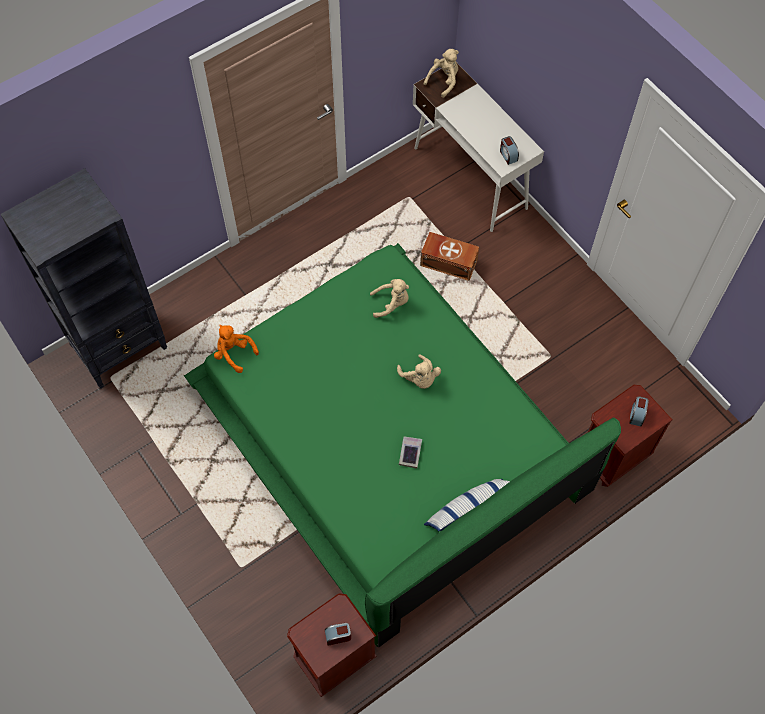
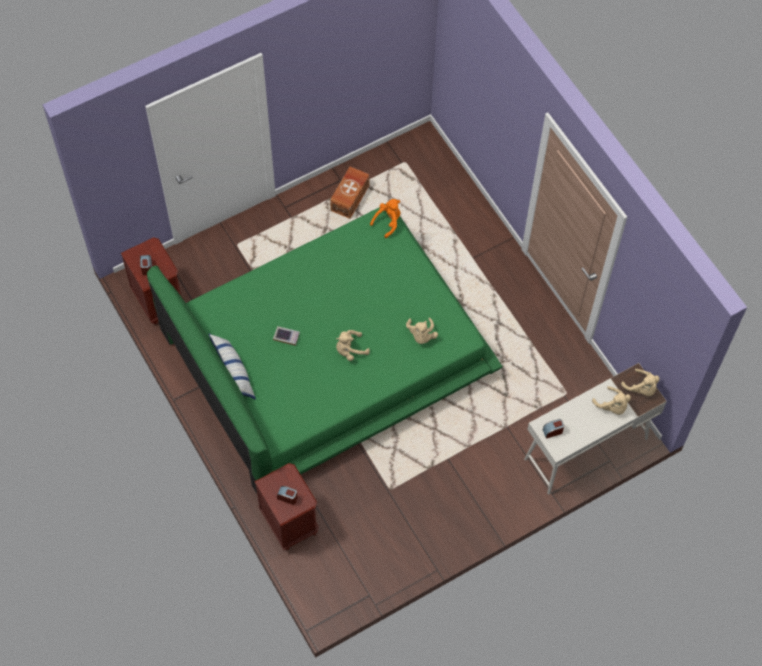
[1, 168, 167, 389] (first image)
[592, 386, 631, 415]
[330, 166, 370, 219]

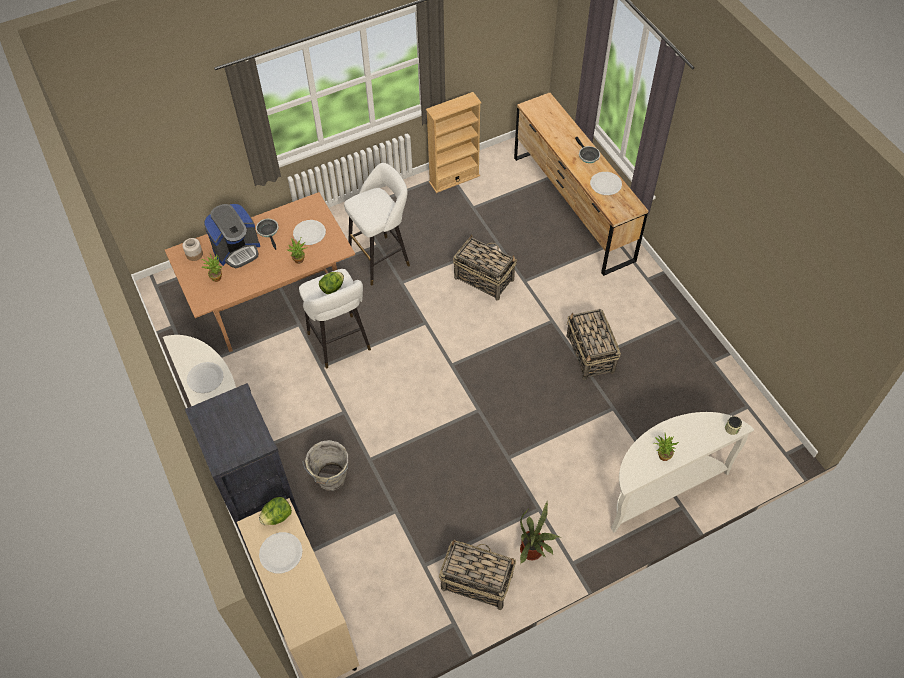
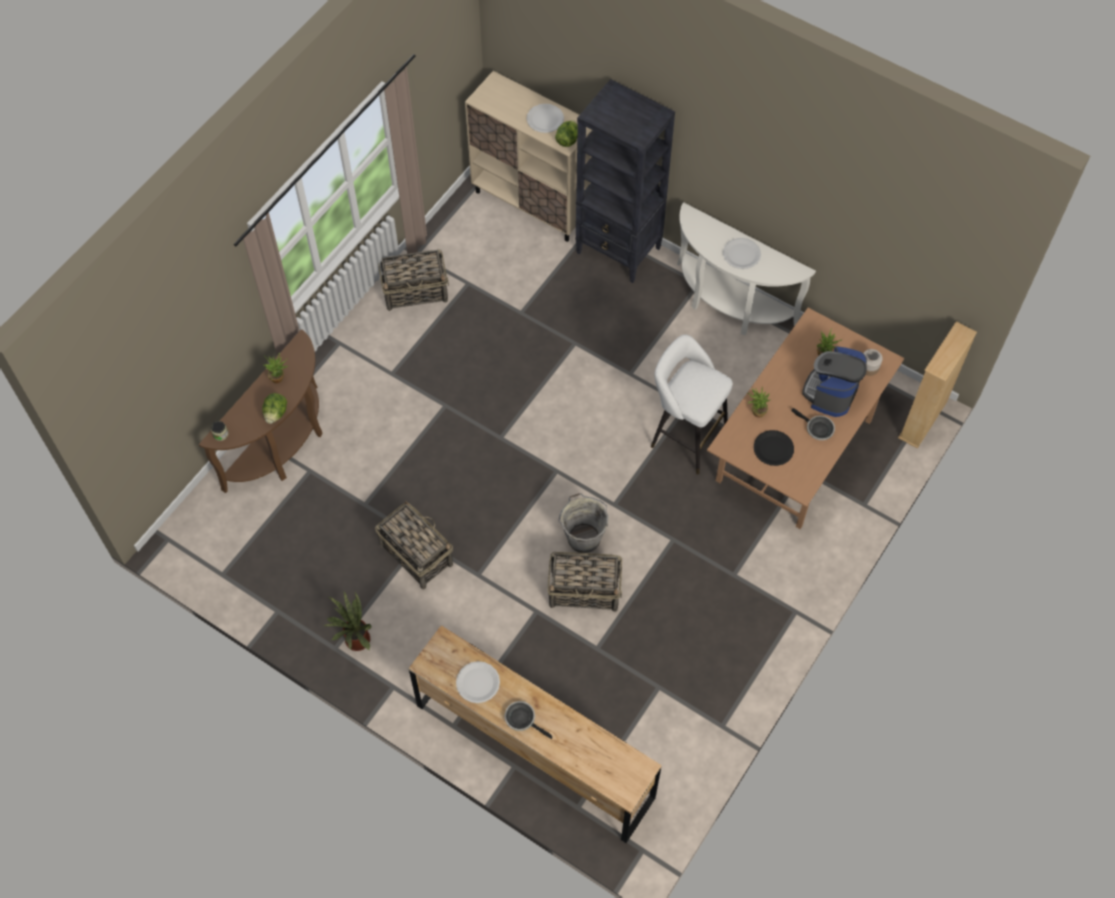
[344, 163, 410, 286] (first image)
[558, 493, 609, 553]
[262, 393, 287, 424]
[898, 321, 977, 449]
[324, 592, 372, 651]
[754, 430, 794, 466]
[199, 329, 323, 493]

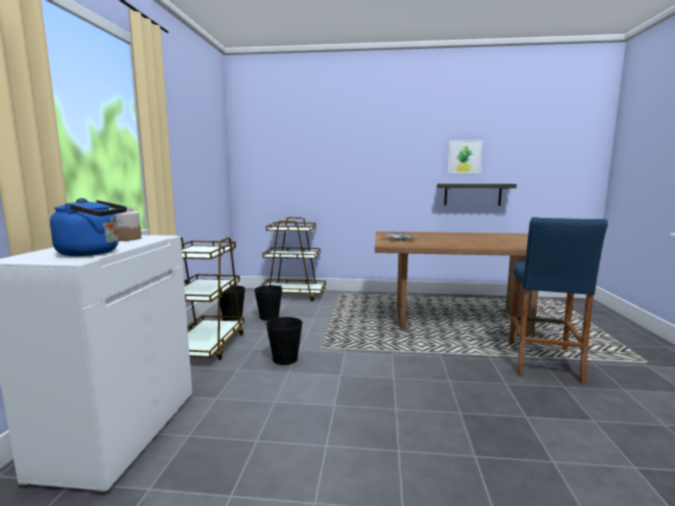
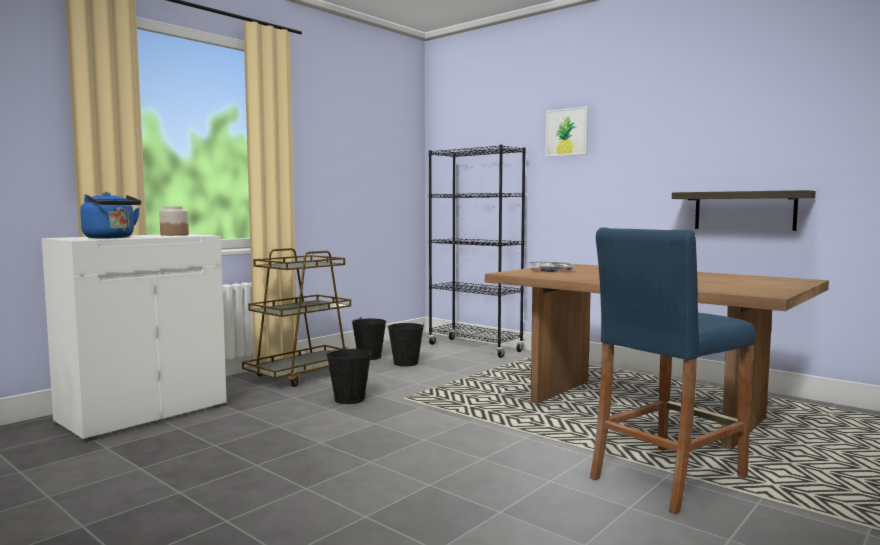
[545, 106, 589, 157]
[428, 145, 526, 358]

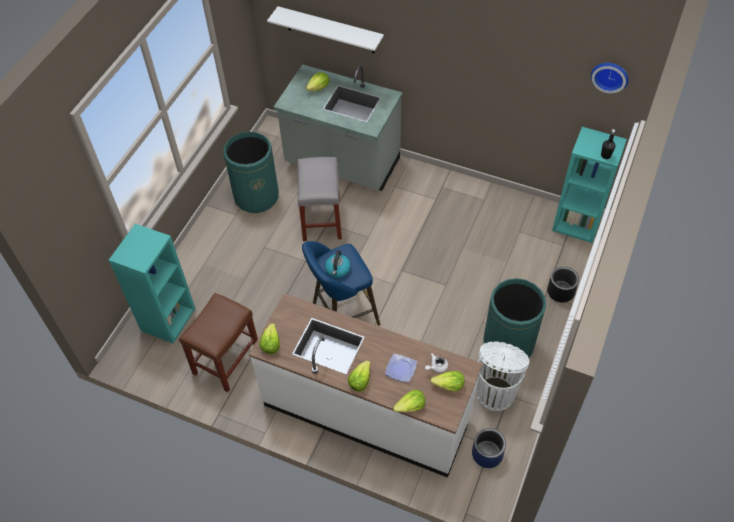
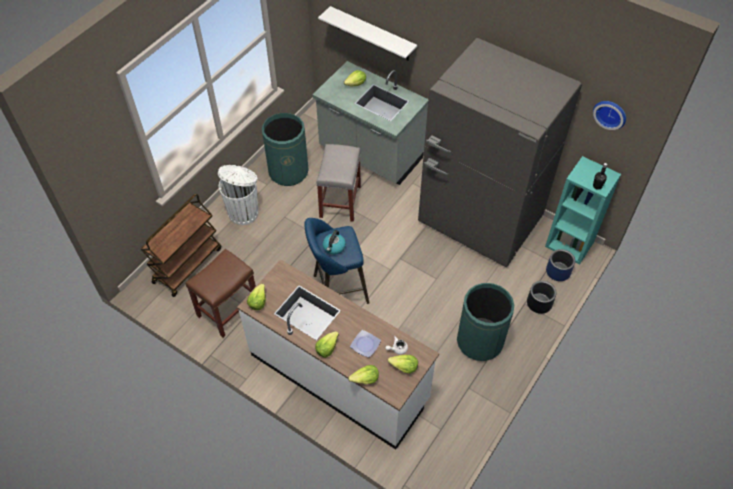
[418, 38, 582, 267]
[546, 249, 575, 281]
[218, 165, 258, 225]
[140, 194, 221, 297]

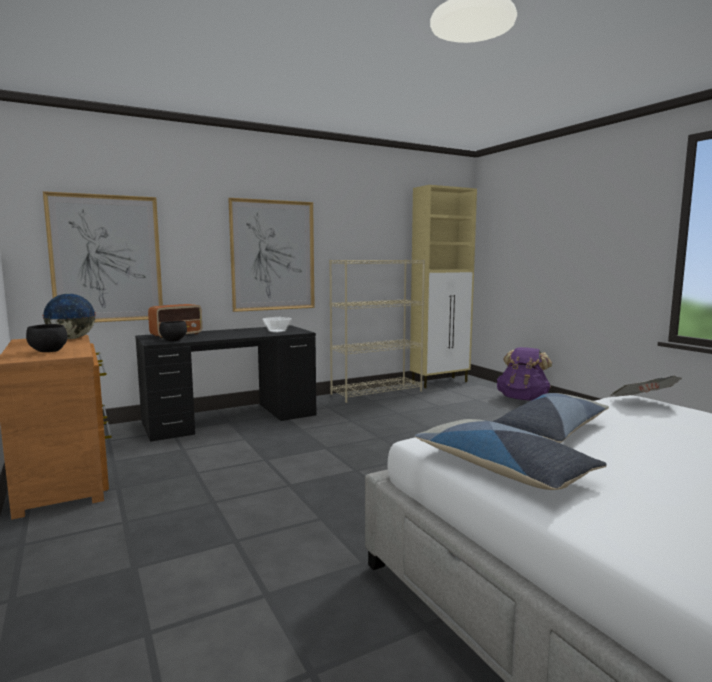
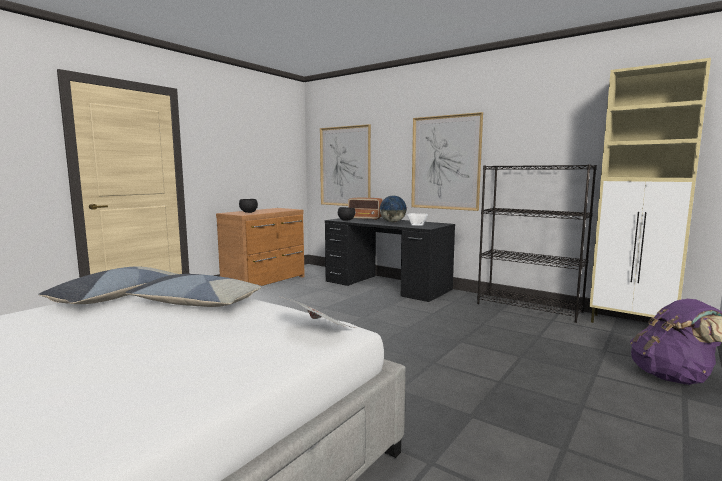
[379, 196, 407, 222]
[477, 164, 597, 323]

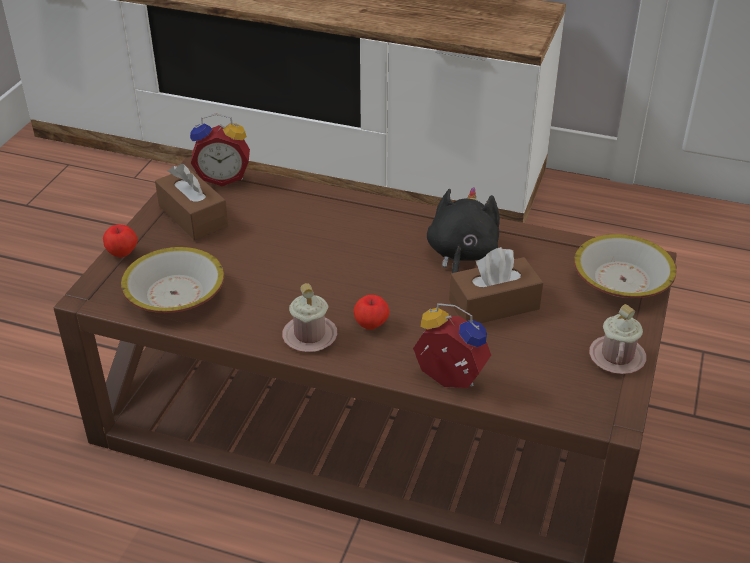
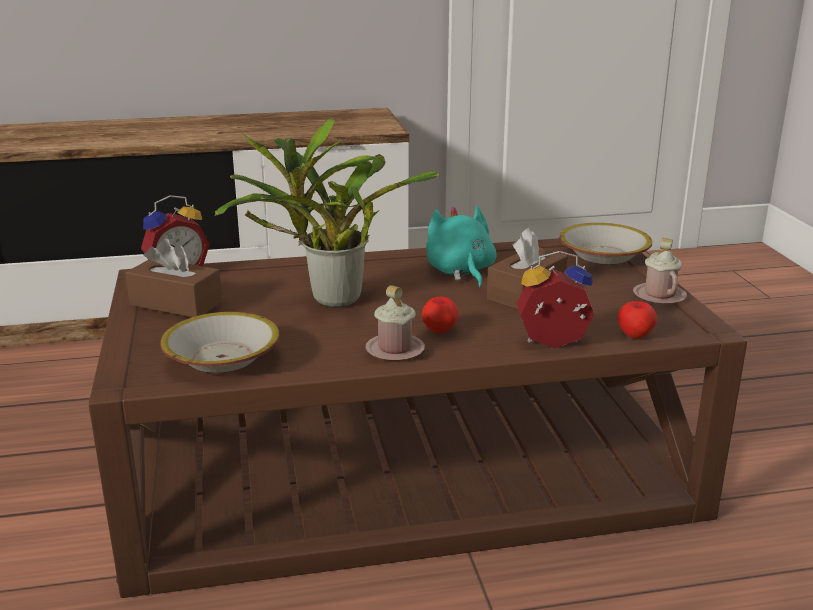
[215, 118, 439, 308]
[617, 301, 657, 338]
[426, 206, 497, 288]

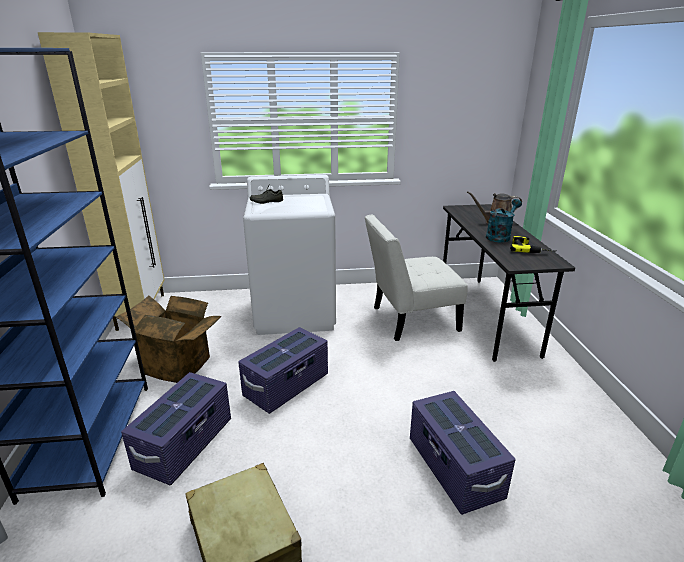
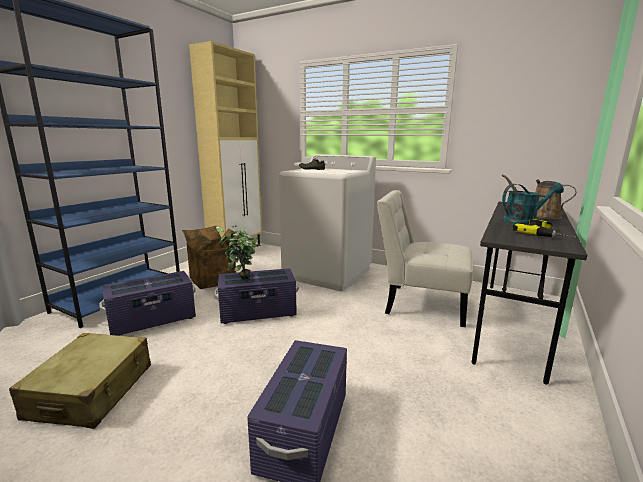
[216, 226, 261, 280]

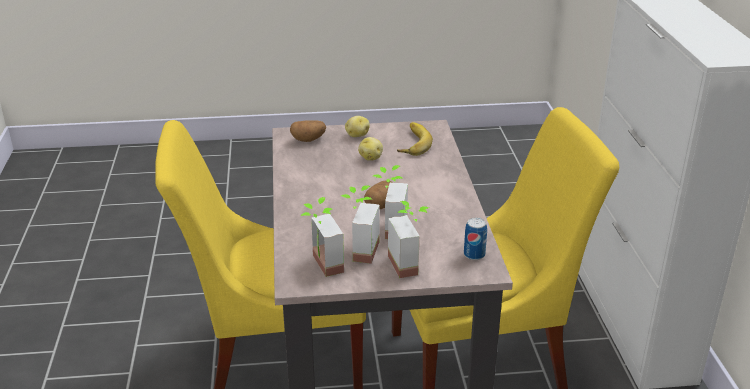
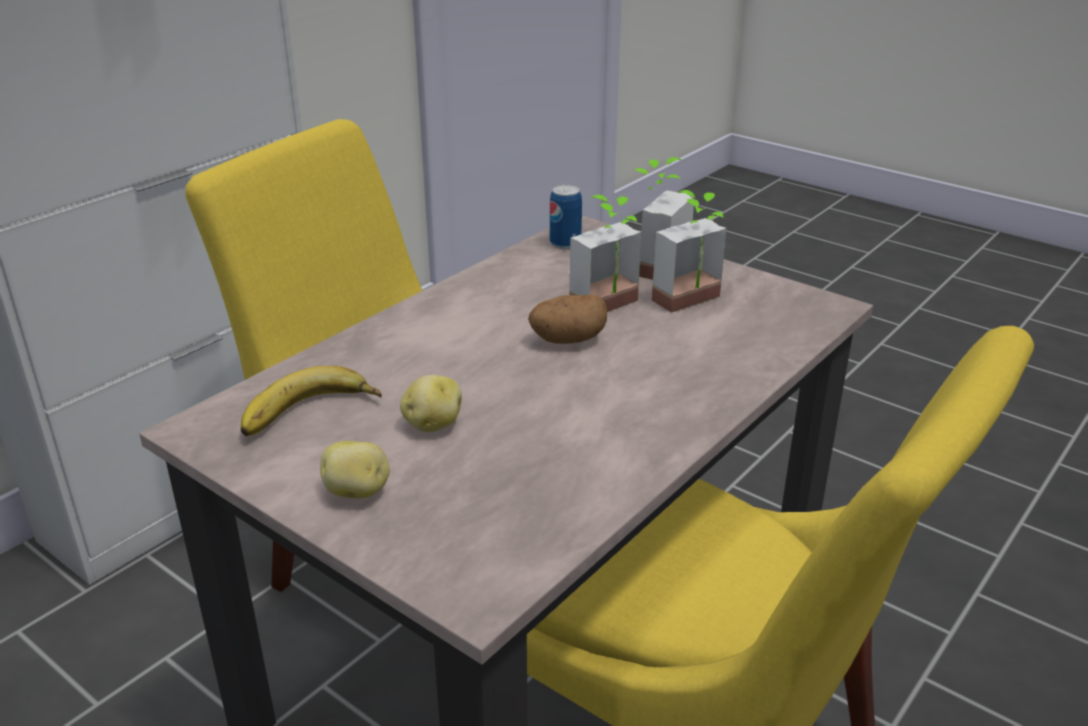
[290, 120, 326, 142] (first image)
[301, 197, 344, 277] (first image)

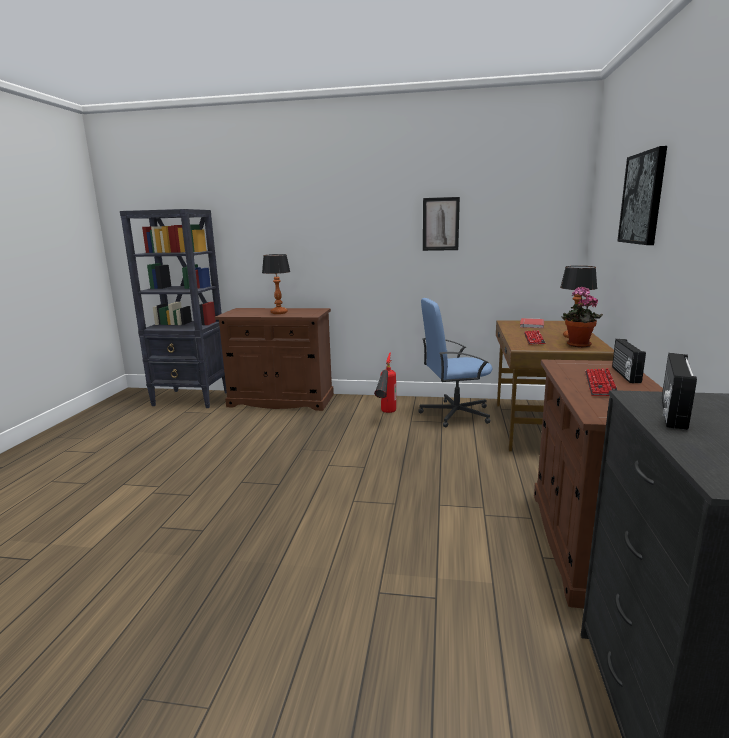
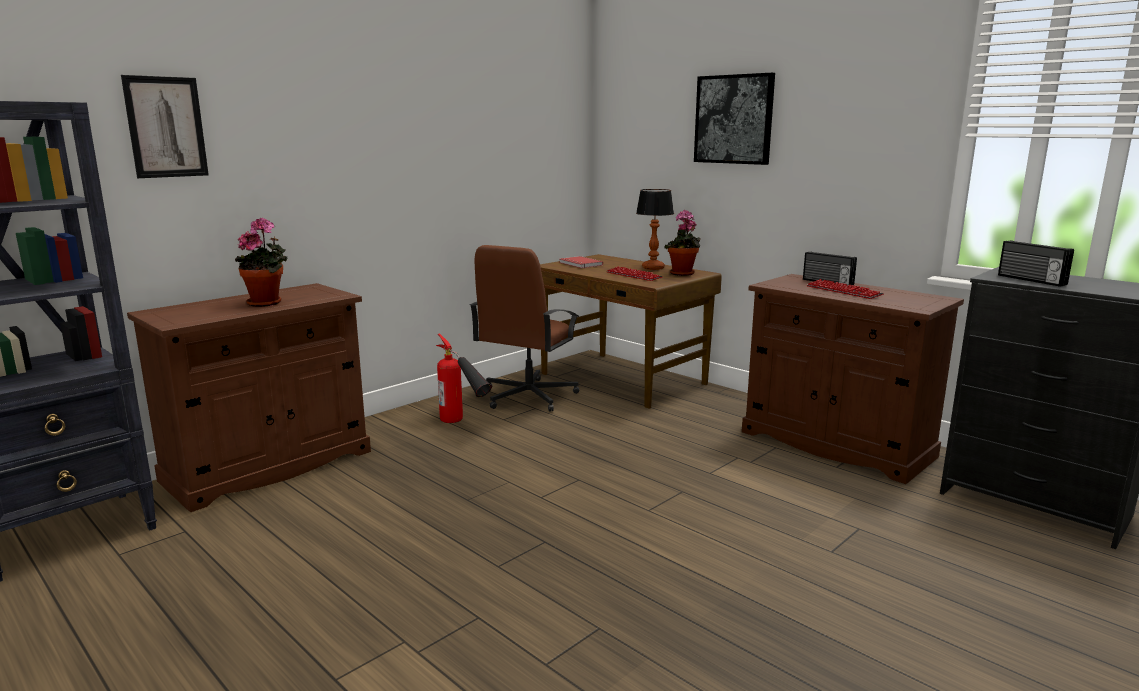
[121, 75, 209, 178]
[235, 218, 287, 307]
[470, 245, 579, 412]

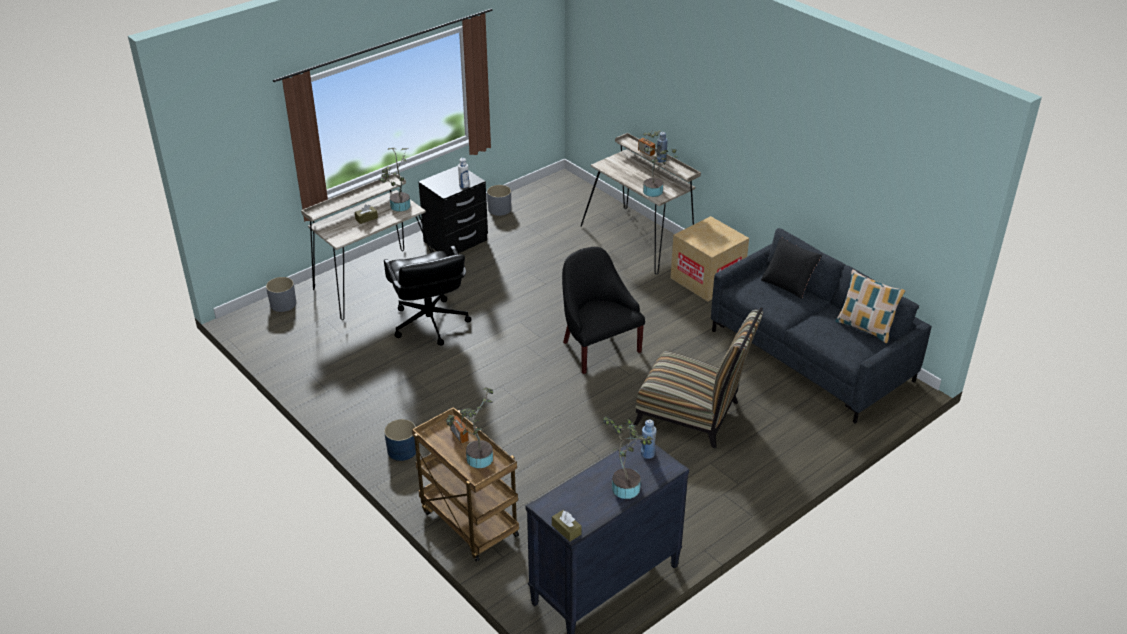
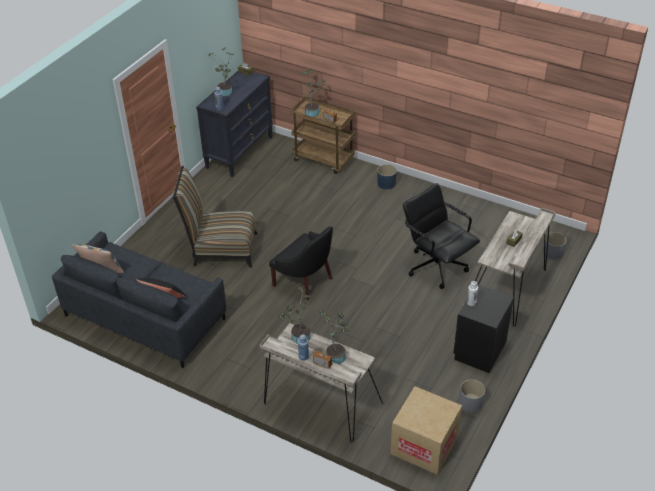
[319, 309, 350, 364]
[390, 386, 462, 475]

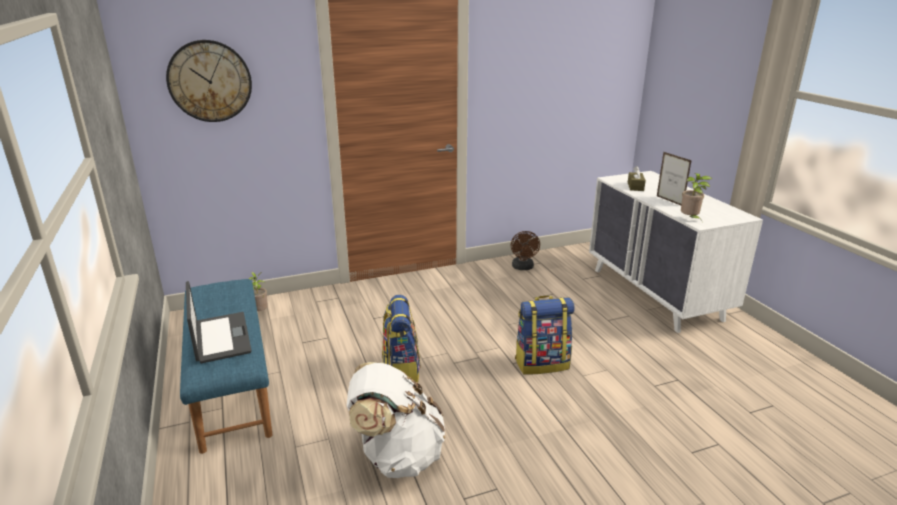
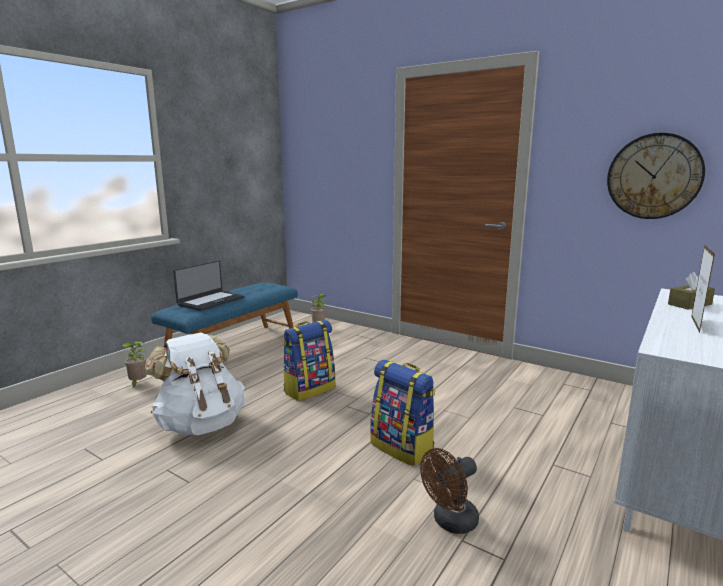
[607, 133, 705, 219]
[420, 448, 479, 534]
[121, 341, 147, 389]

